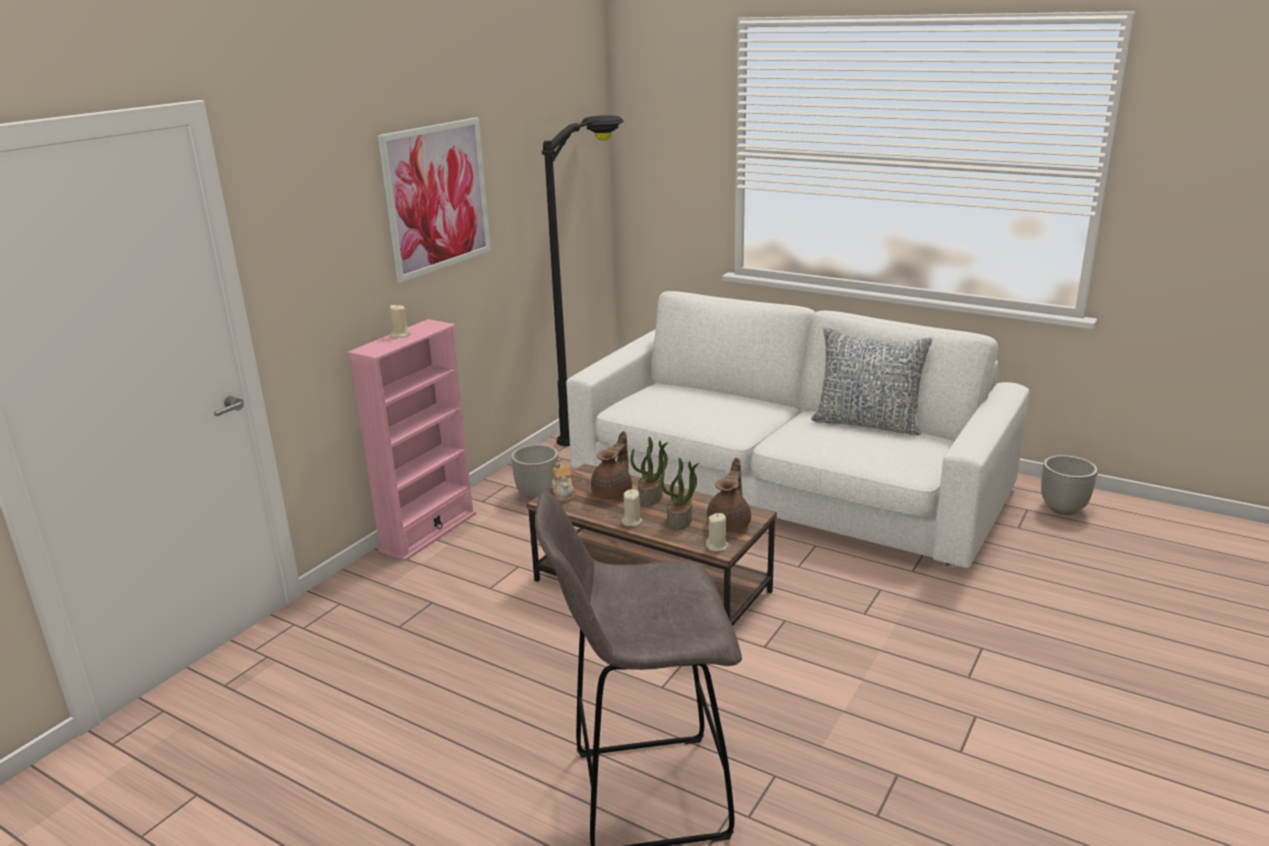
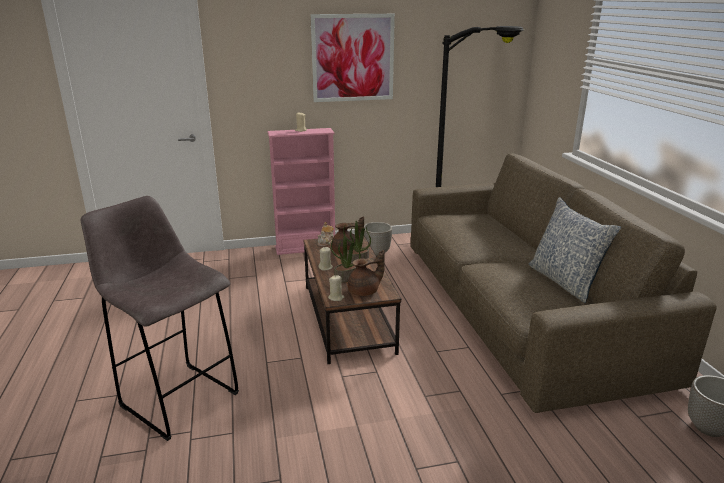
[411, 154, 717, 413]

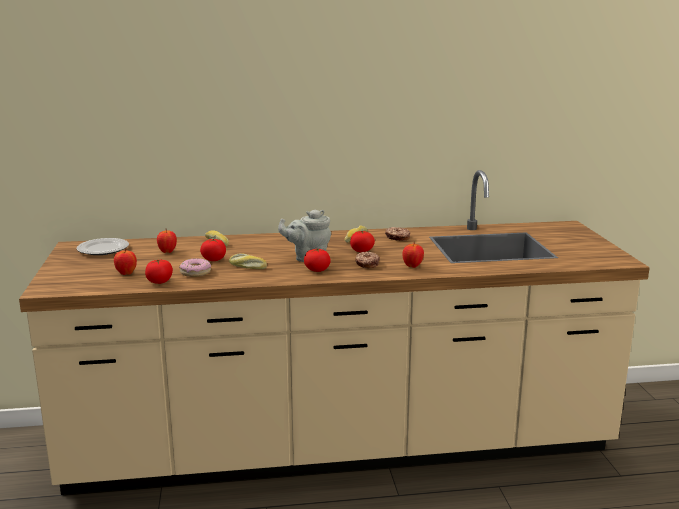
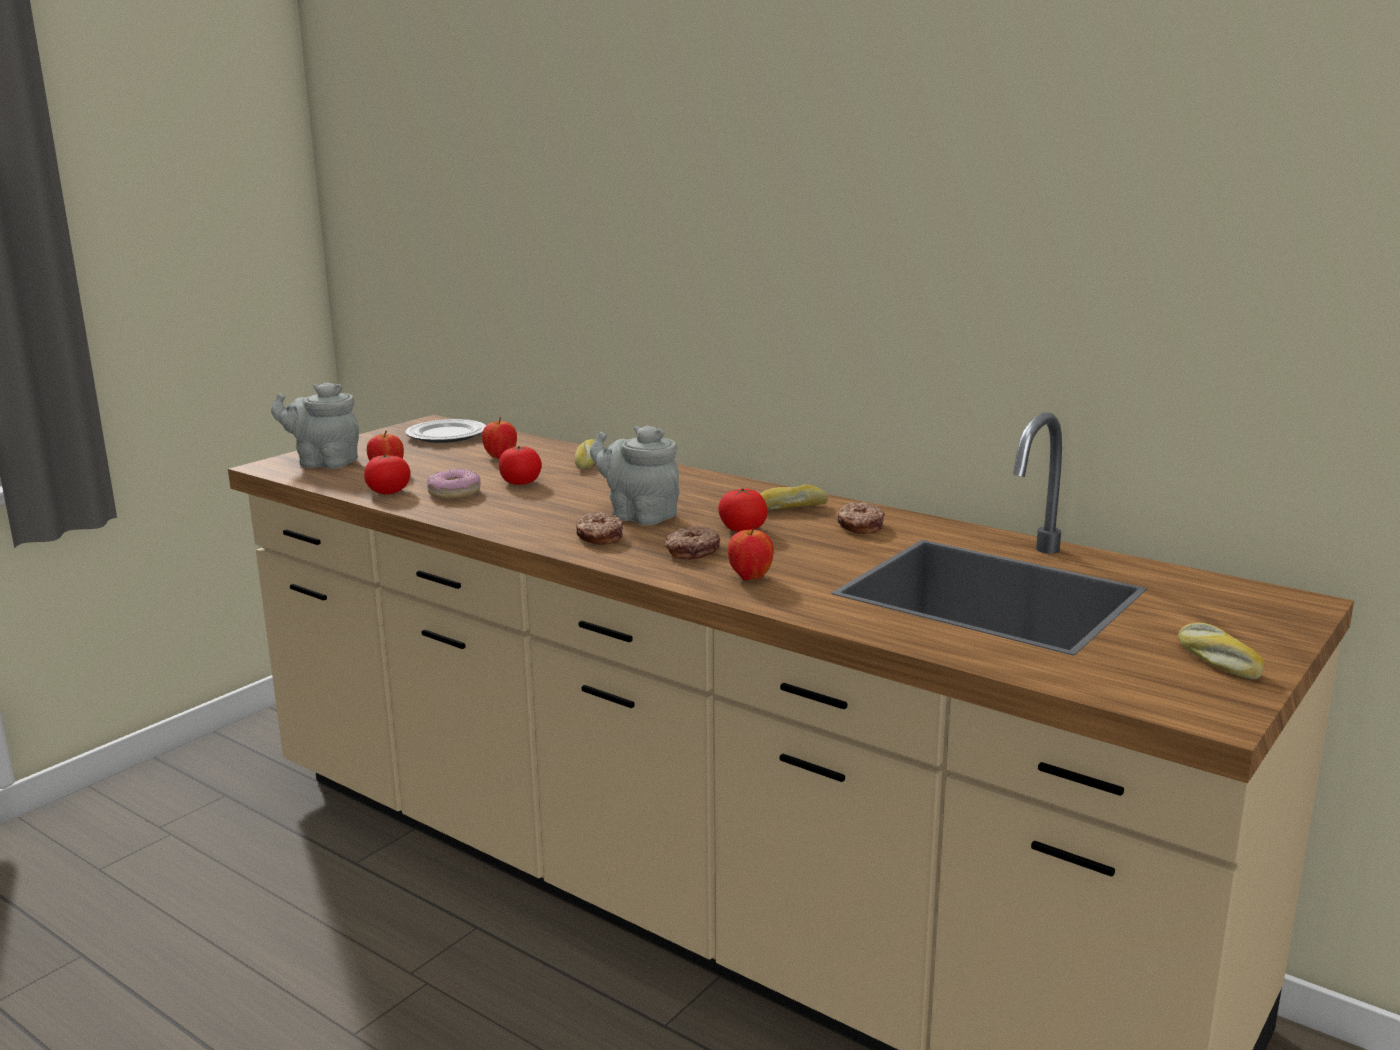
[271, 382, 359, 469]
[1178, 622, 1264, 679]
[576, 512, 623, 545]

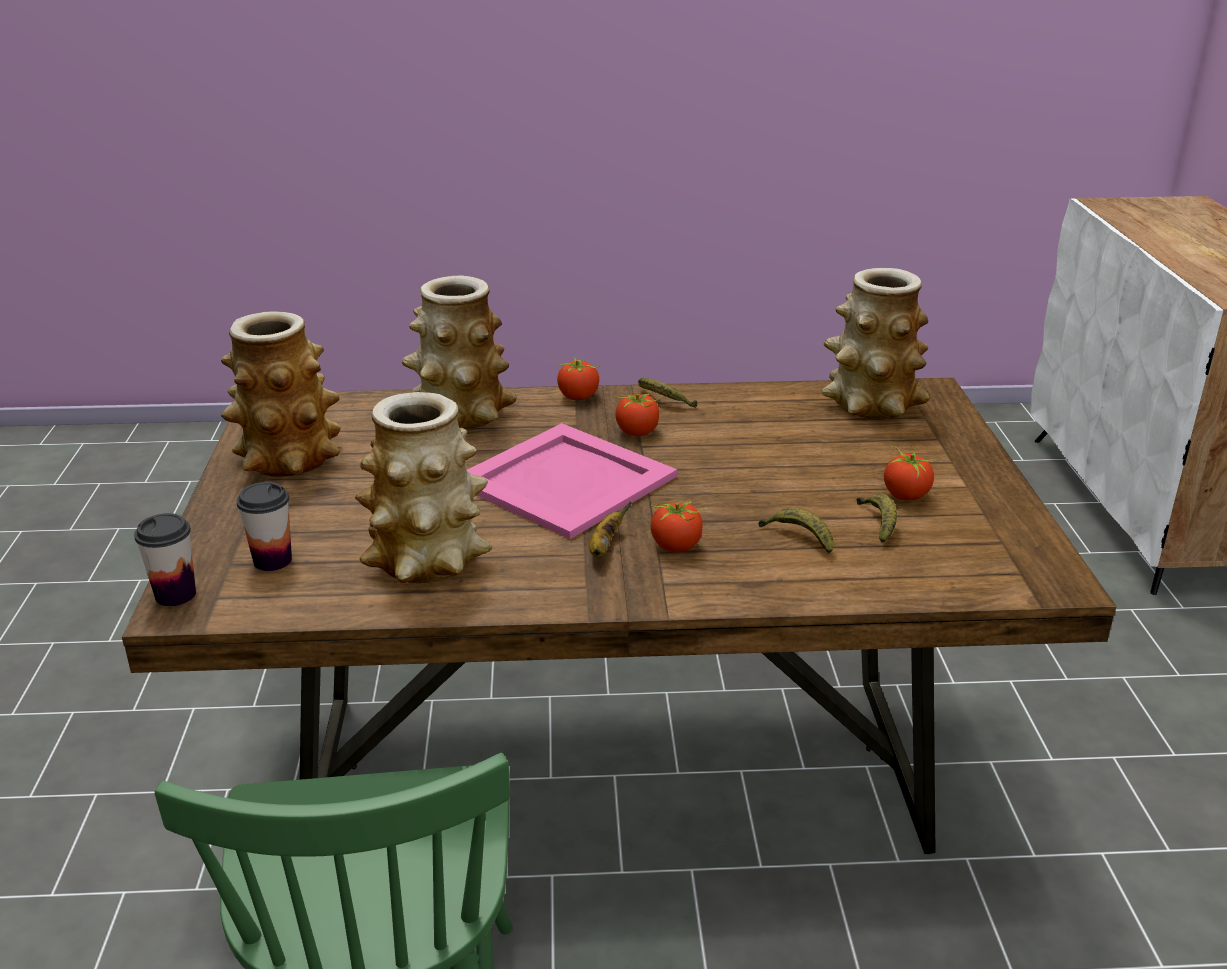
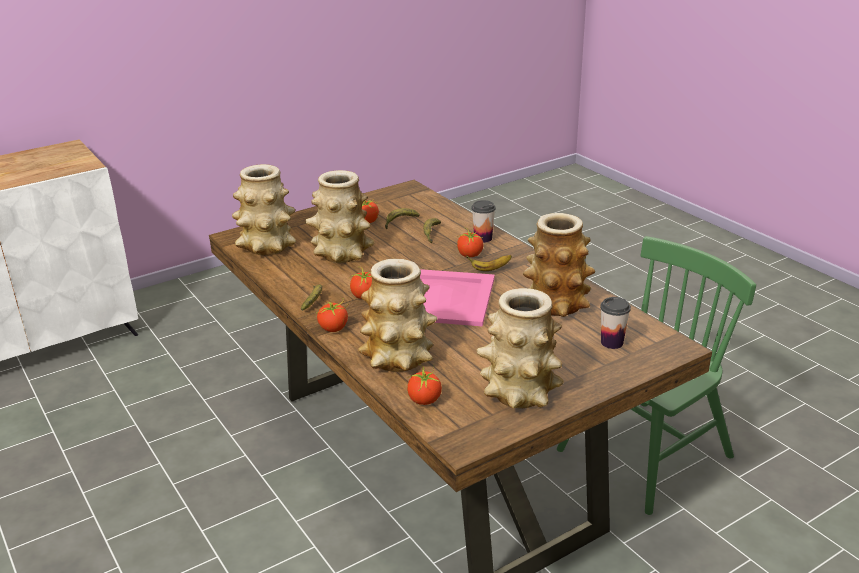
[305, 170, 375, 263]
[406, 364, 442, 405]
[471, 200, 496, 243]

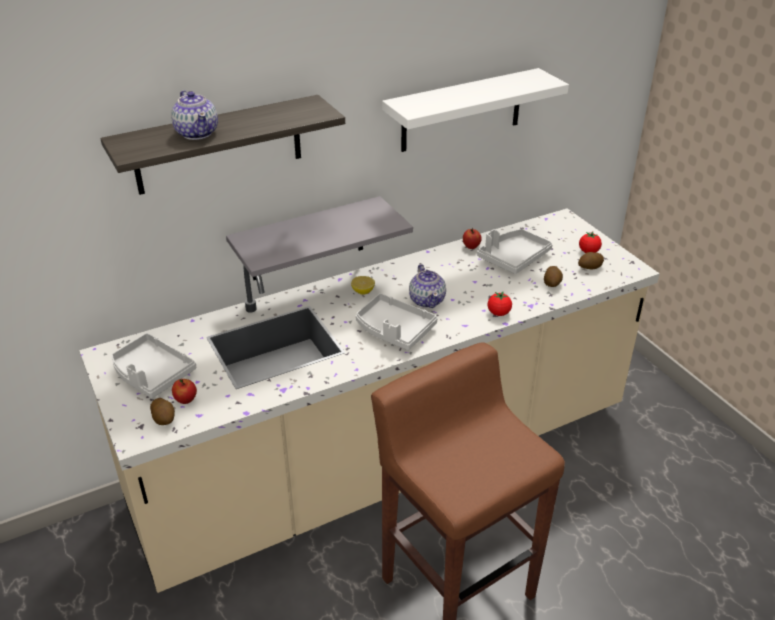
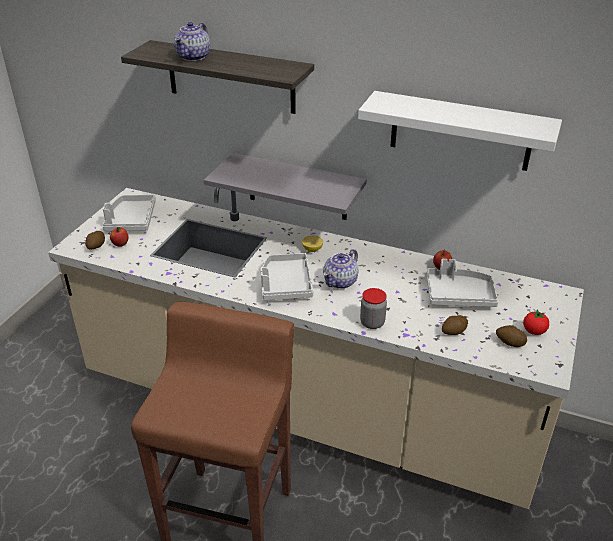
[360, 288, 387, 329]

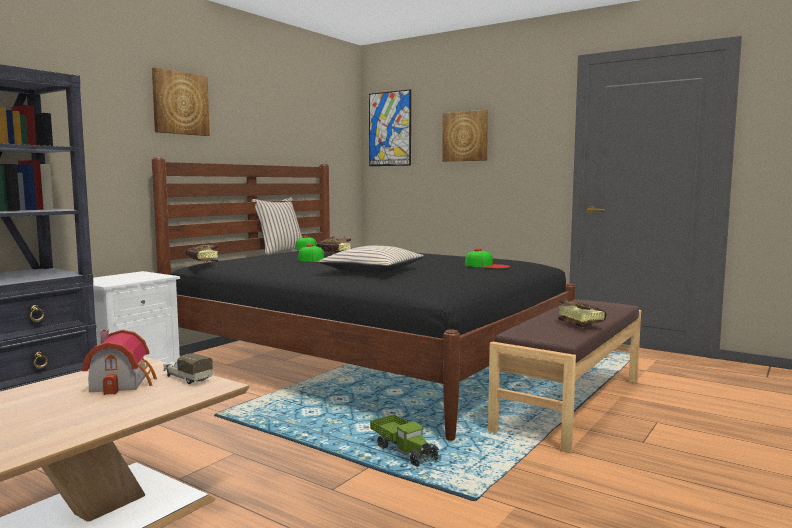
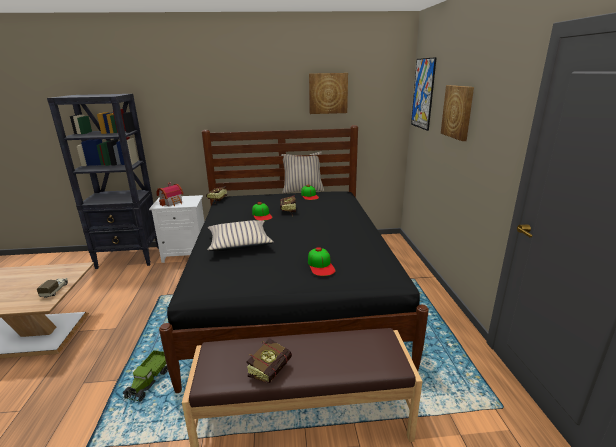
[157, 183, 183, 206]
[309, 73, 348, 114]

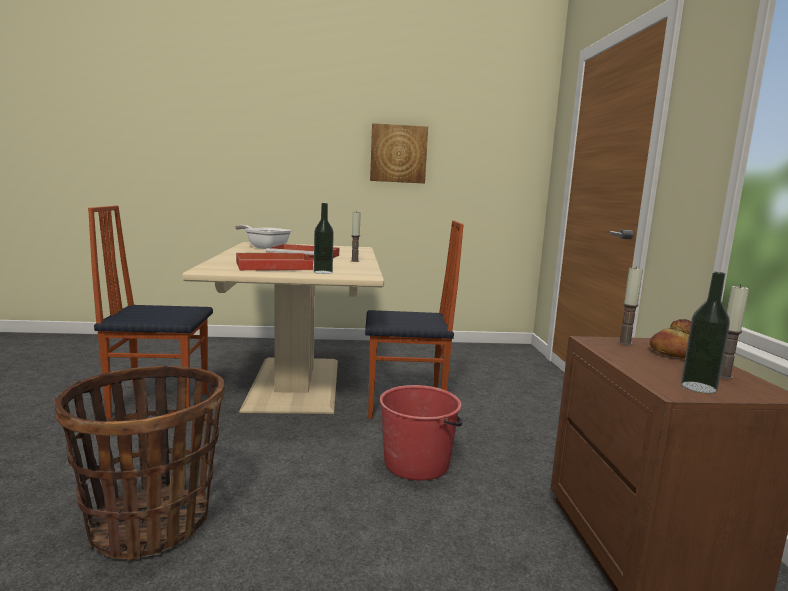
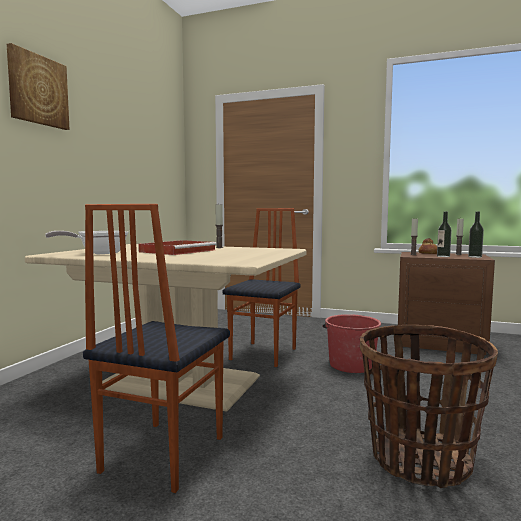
[236, 252, 313, 271] (first image)
[437, 212, 452, 257]
[7, 43, 70, 130]

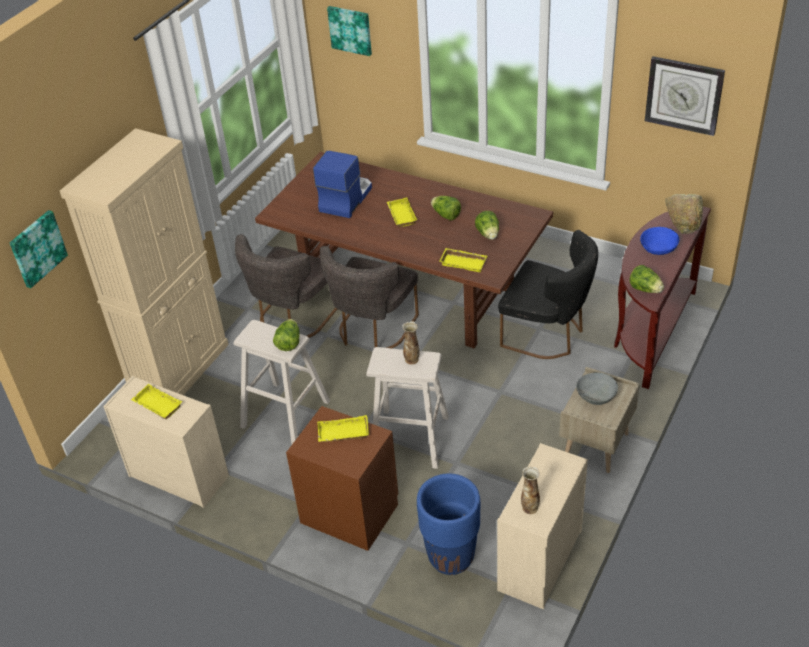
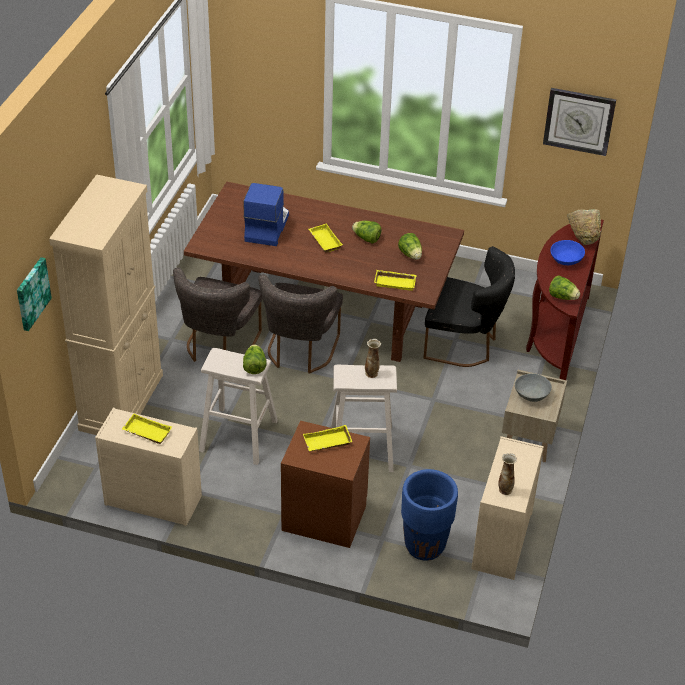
[327, 6, 372, 56] (first image)

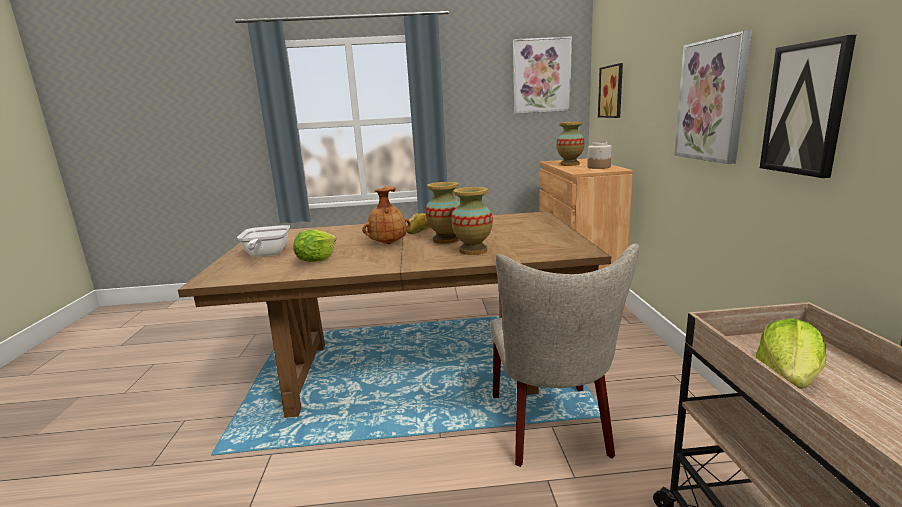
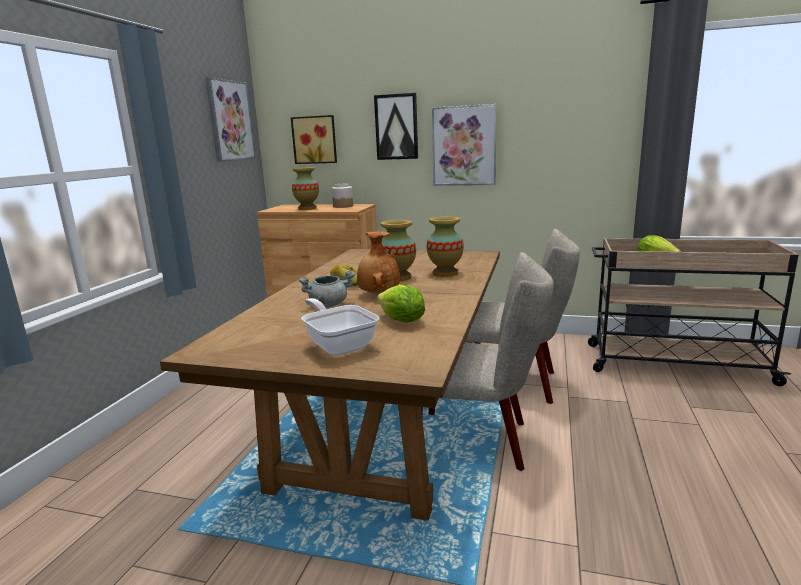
[298, 271, 355, 307]
[421, 252, 554, 471]
[374, 93, 418, 160]
[301, 298, 379, 356]

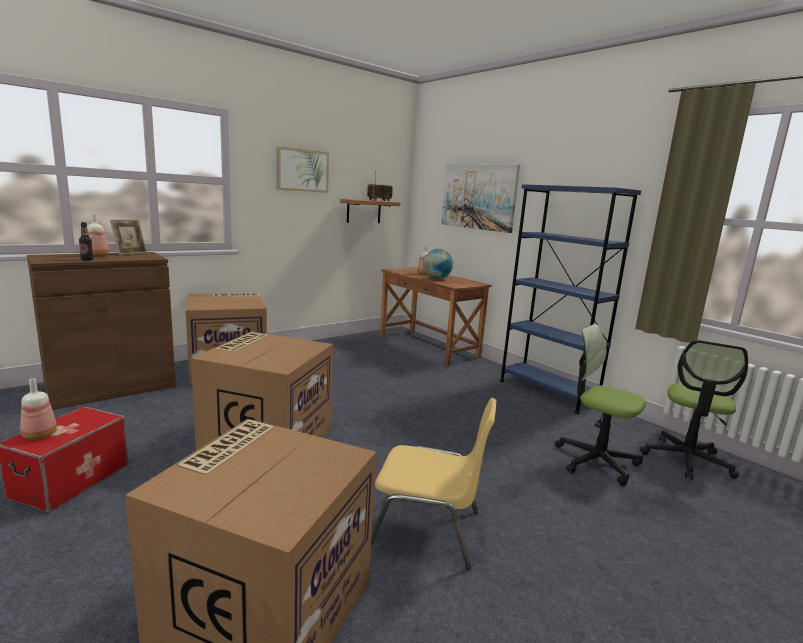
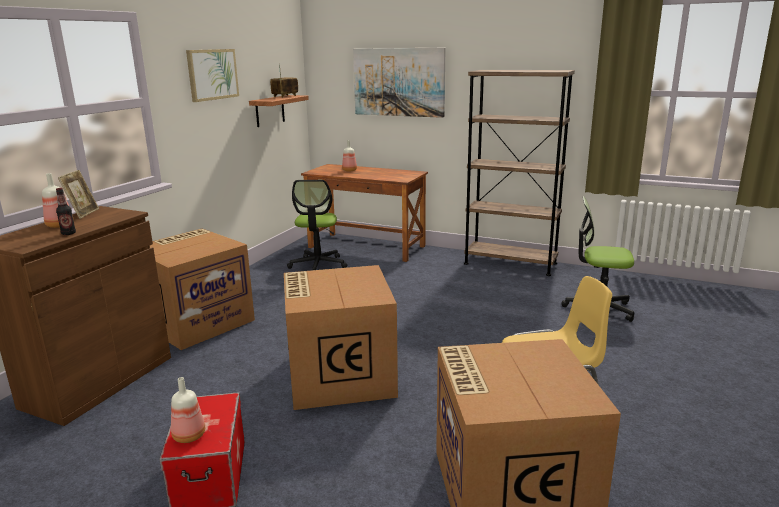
[423, 249, 453, 279] (first image)
[287, 180, 347, 270]
[464, 70, 575, 276]

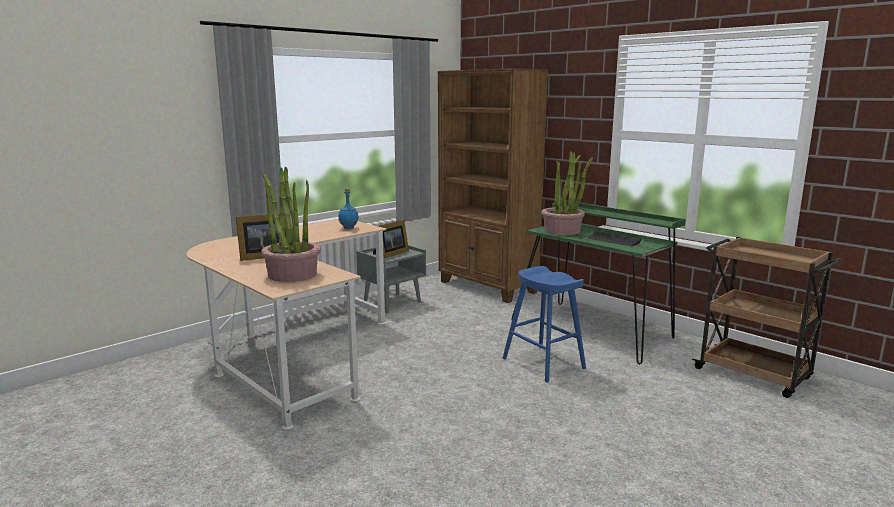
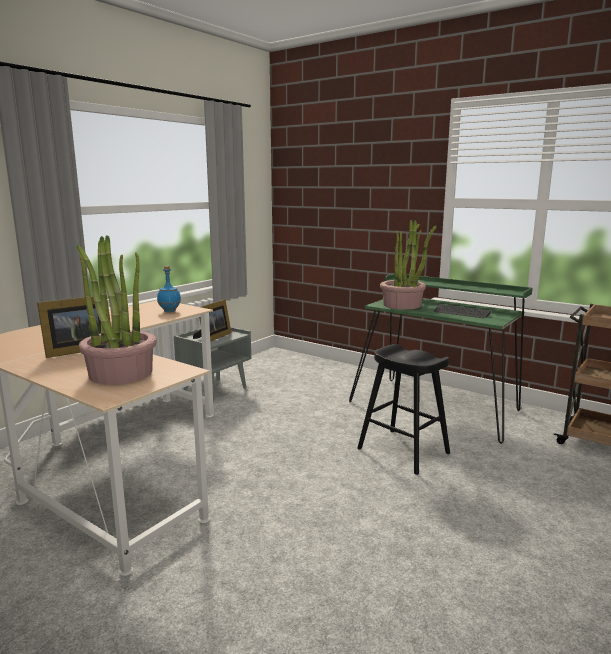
[438, 68, 548, 303] (first image)
[357, 344, 450, 475]

